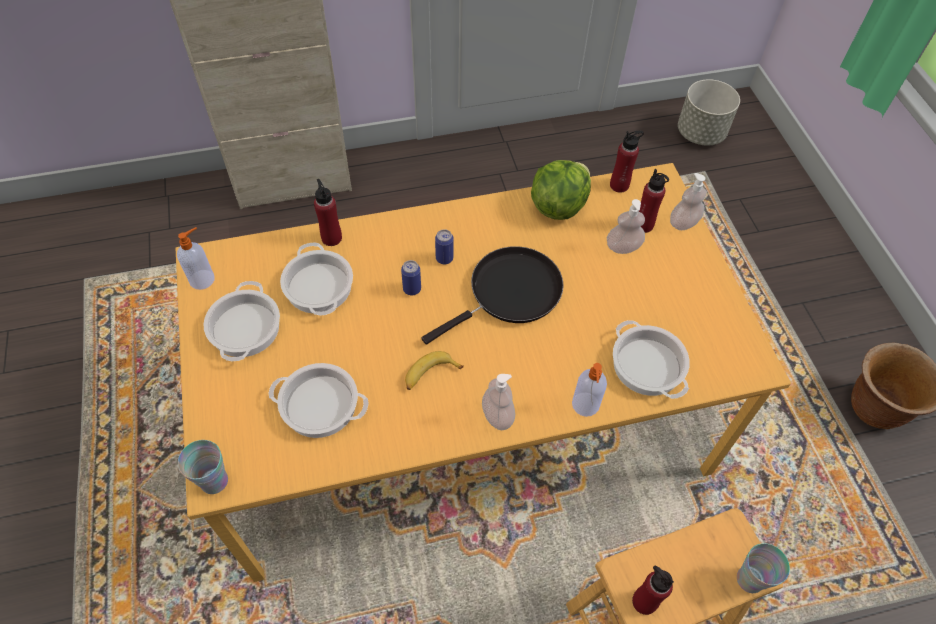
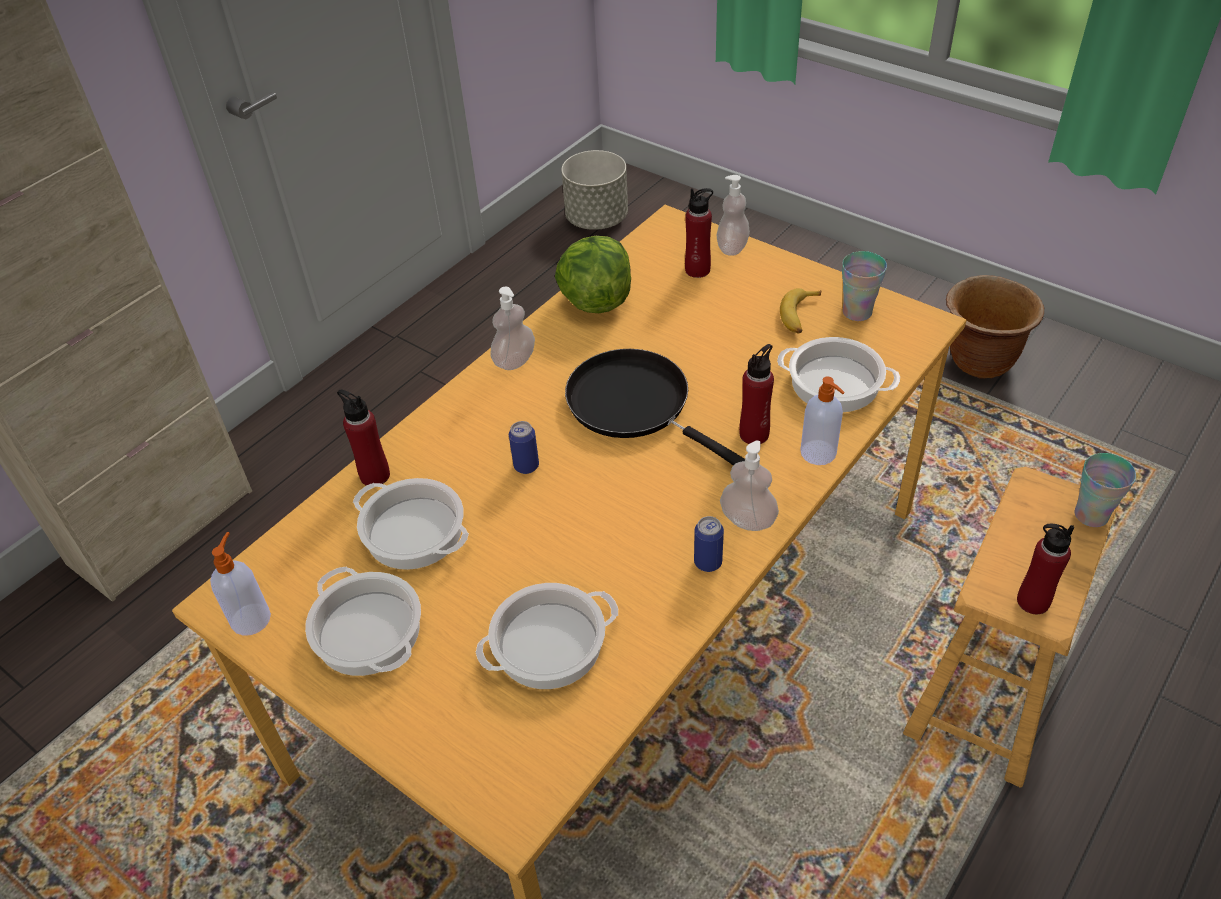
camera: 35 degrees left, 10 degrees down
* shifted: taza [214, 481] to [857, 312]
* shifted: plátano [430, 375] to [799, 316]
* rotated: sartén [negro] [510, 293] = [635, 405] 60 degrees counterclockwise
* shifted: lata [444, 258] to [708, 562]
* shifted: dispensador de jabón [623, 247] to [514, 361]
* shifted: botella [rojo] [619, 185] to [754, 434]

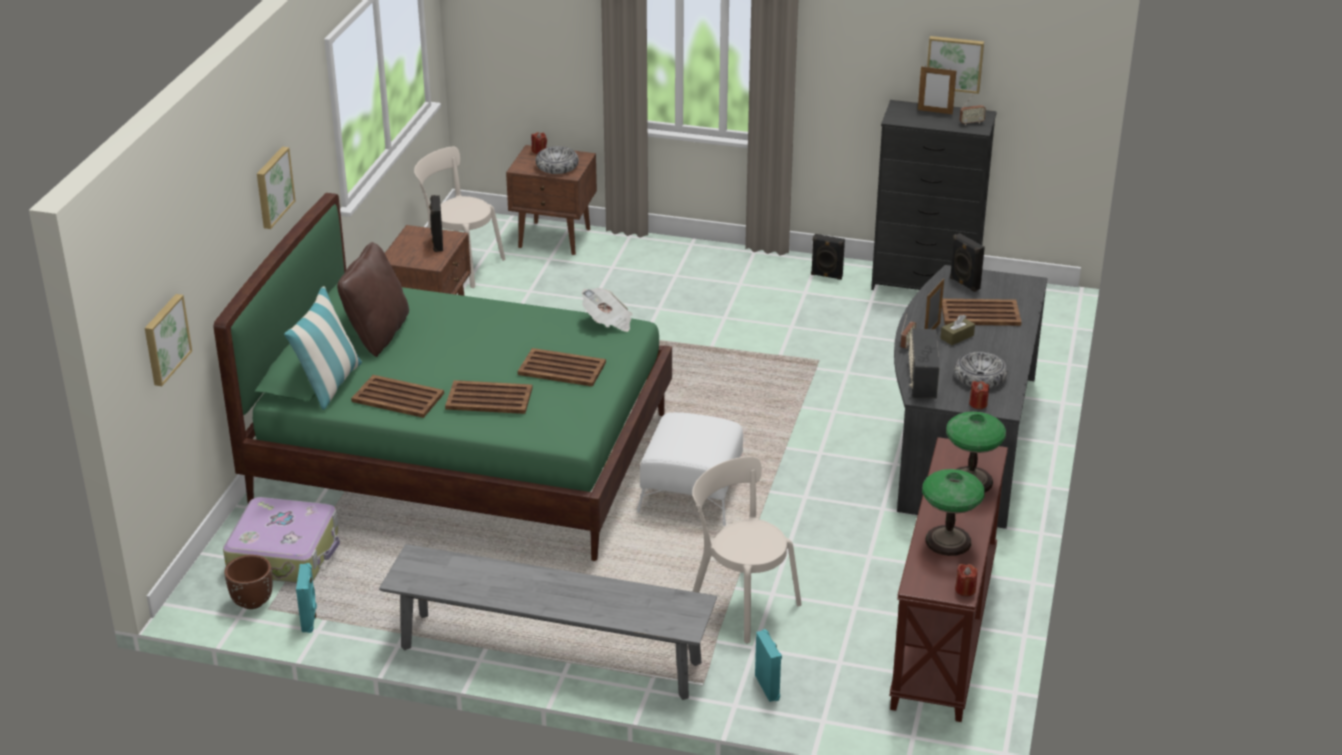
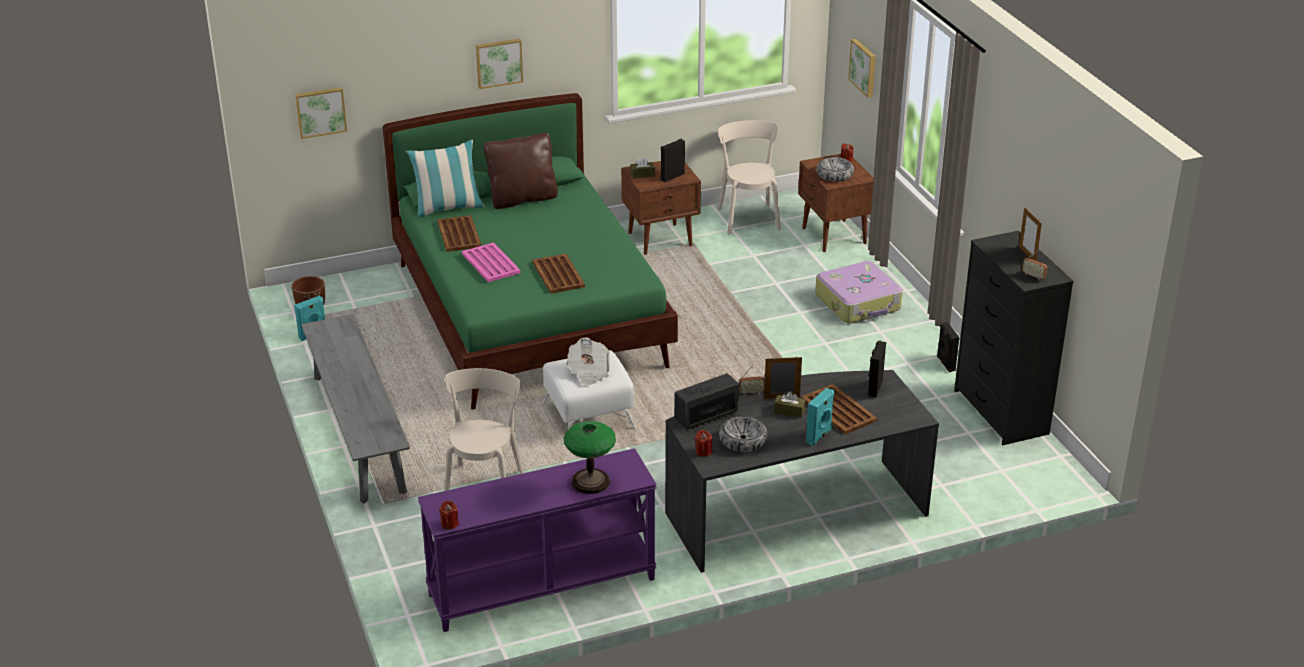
camera: 55 degrees right, 0 degrees up
* shifted: maleta [285, 553] to [858, 303]
* repainted: bandeja [marrón] [488, 398] to bandeja [rosa] [490, 263]
* shifted: periódico [608, 322] to [588, 372]
* shifted: altavoz [turquesa] [768, 687] to [819, 436]
* repainted: mesa consola [marrón] [945, 631] to mesa consola [morado] [542, 588]
* gone: lámpara de mesa [948, 541]
* shifted: cuadro [955, 63] to [864, 67]
* new: caja de pañuelos [marrón] [642, 174]

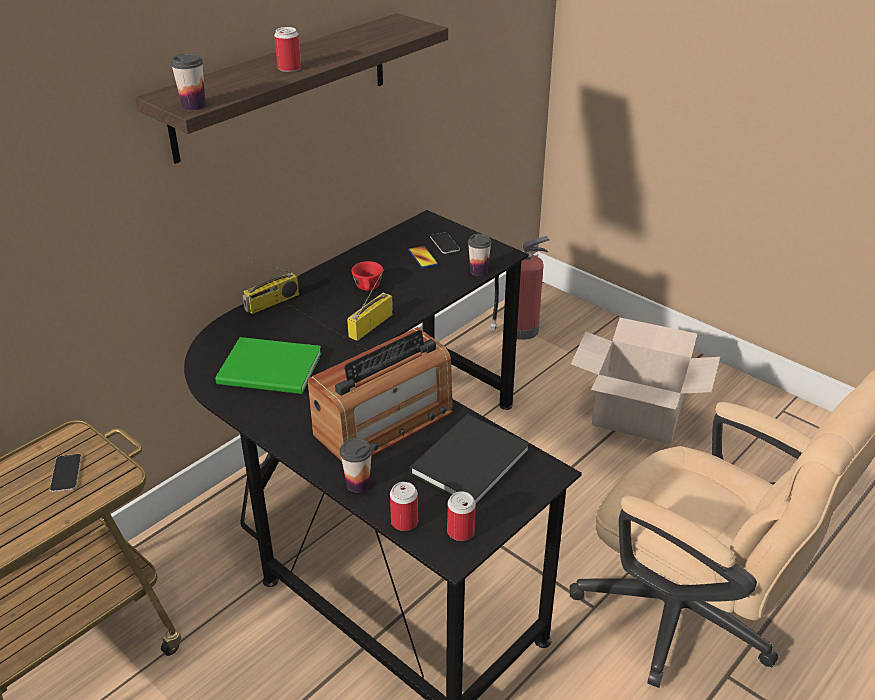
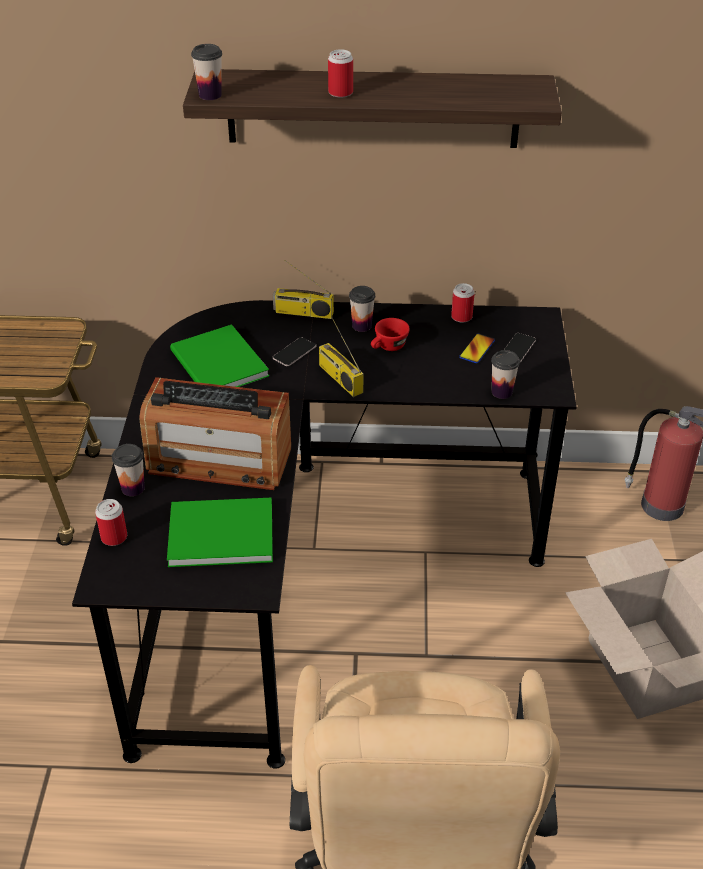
camera: 50 degrees right, 5 degrees up
* shifted: móvil [66, 473] to [294, 352]
* rotated: radio [371, 324] = [339, 378] 120 degrees counterclockwise
* repainted: libro [negro] [465, 462] to libro [verde] [218, 532]
* shifted: lata [461, 532] to [461, 317]
* new: taza [362, 326]

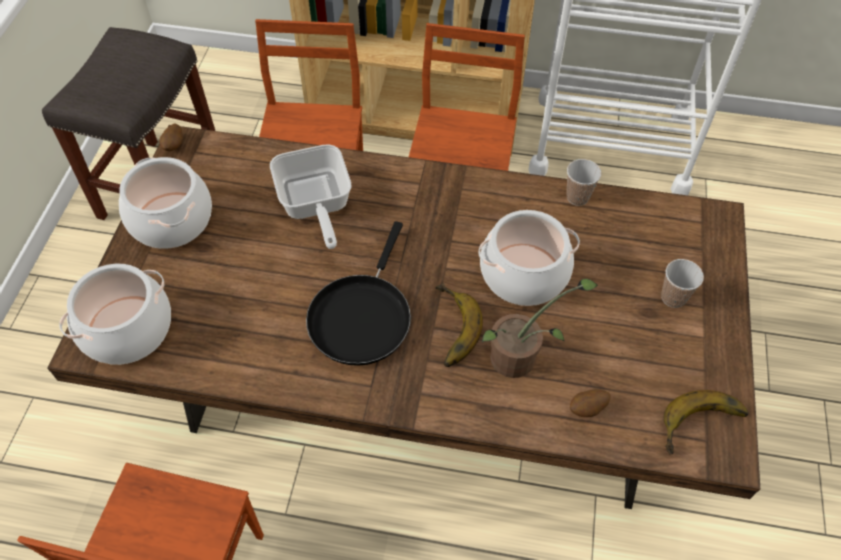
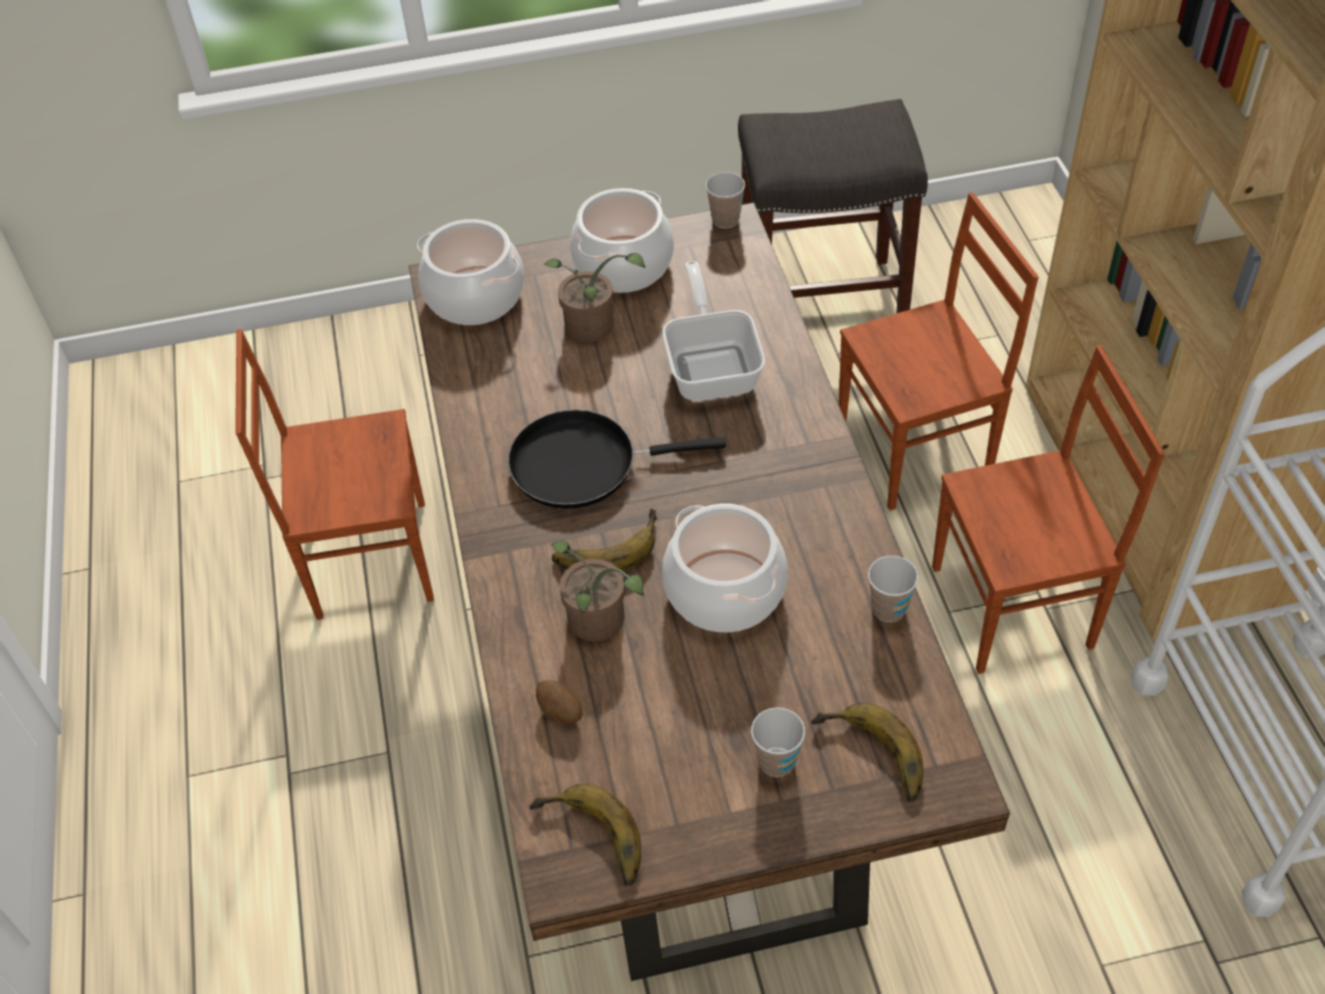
camera: 70 degrees right, 5 degrees down
* swapped: patata [174, 146] to taza [725, 220]
* rotated: sartén [315, 206] = [712, 365] 120 degrees clockwise
* new: planta en maceta [594, 329]
* new: plátano [869, 759]

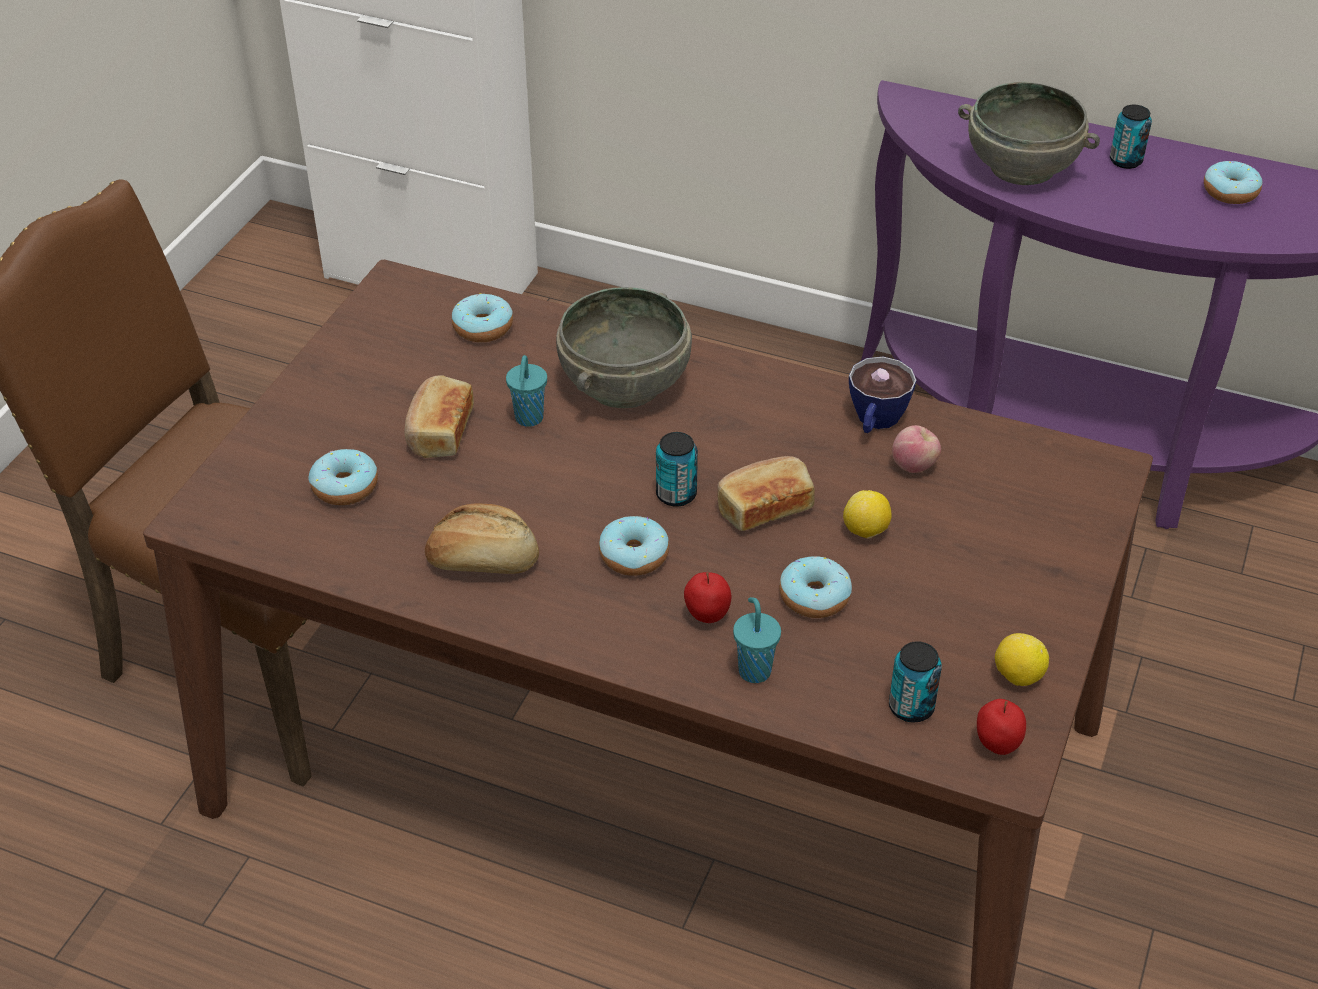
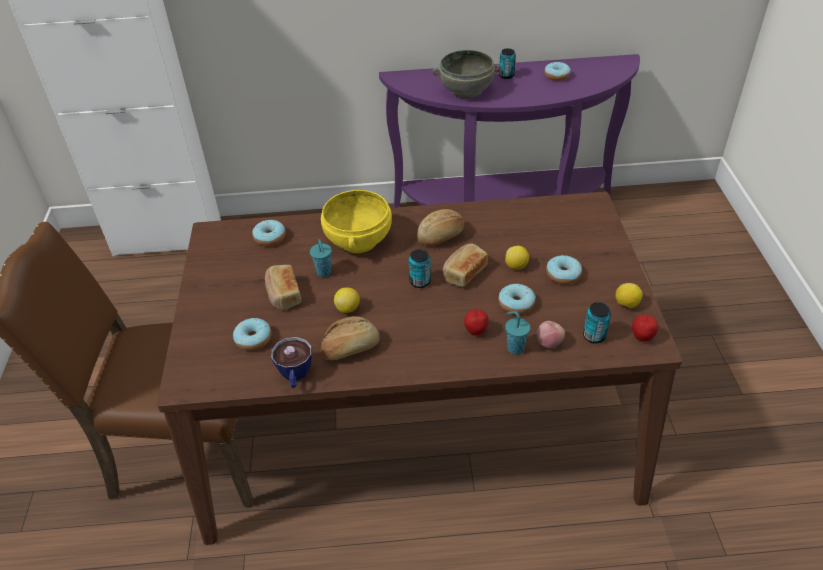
camera: 25 degrees left, 0 degrees up
* repainted: cuenco [gris] [626, 385] to cuenco [amarillo] [359, 240]
* shifted: rosquilla [634, 555] to [563, 275]
* shifted: taza [875, 422] to [295, 376]
* shifted: manzana [914, 466] to [549, 343]
* new: limón [348, 308]
* new: pan [441, 236]

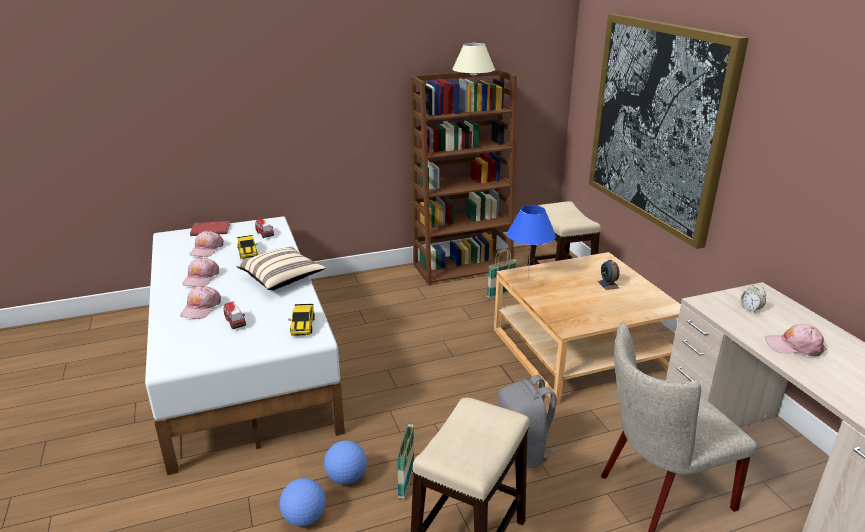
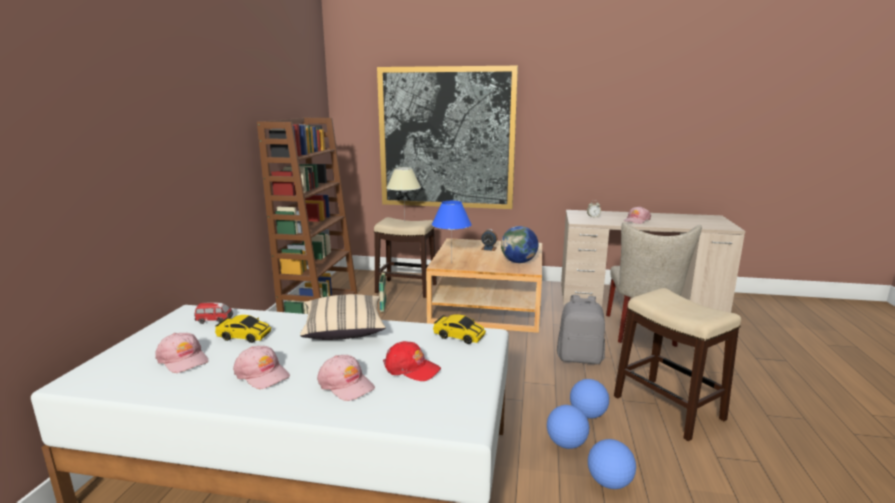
camera: 60 degrees left, 10 degrees down
* gone: libro [rojo] [210, 229]
* swapped: coche de juguete [236, 323] to gorra [rojo] [411, 368]
* swapped: cesta [406, 481] to balón de fútbol [587, 414]
* shifted: lámpara de mesa [beis] [472, 113] to [404, 222]
* new: globo terráqueo [518, 262]

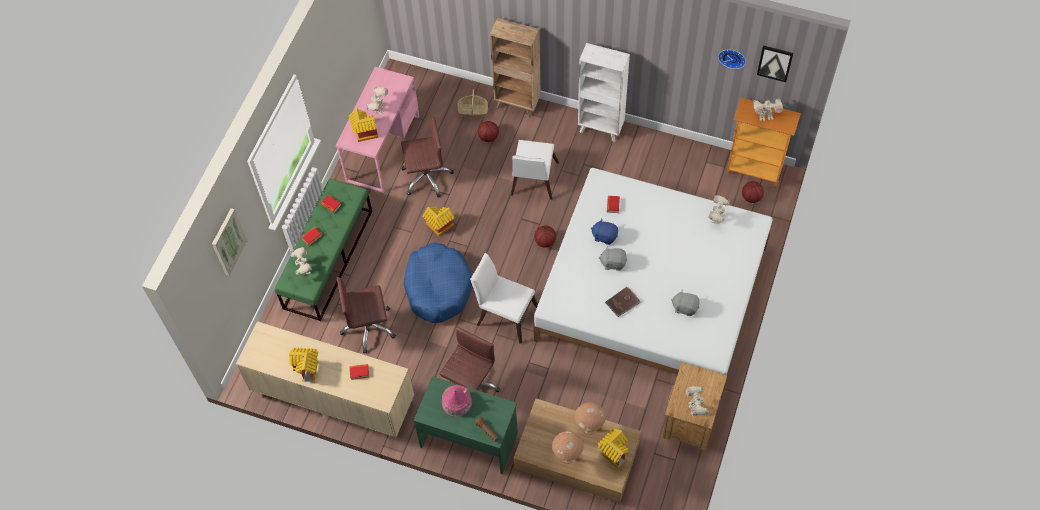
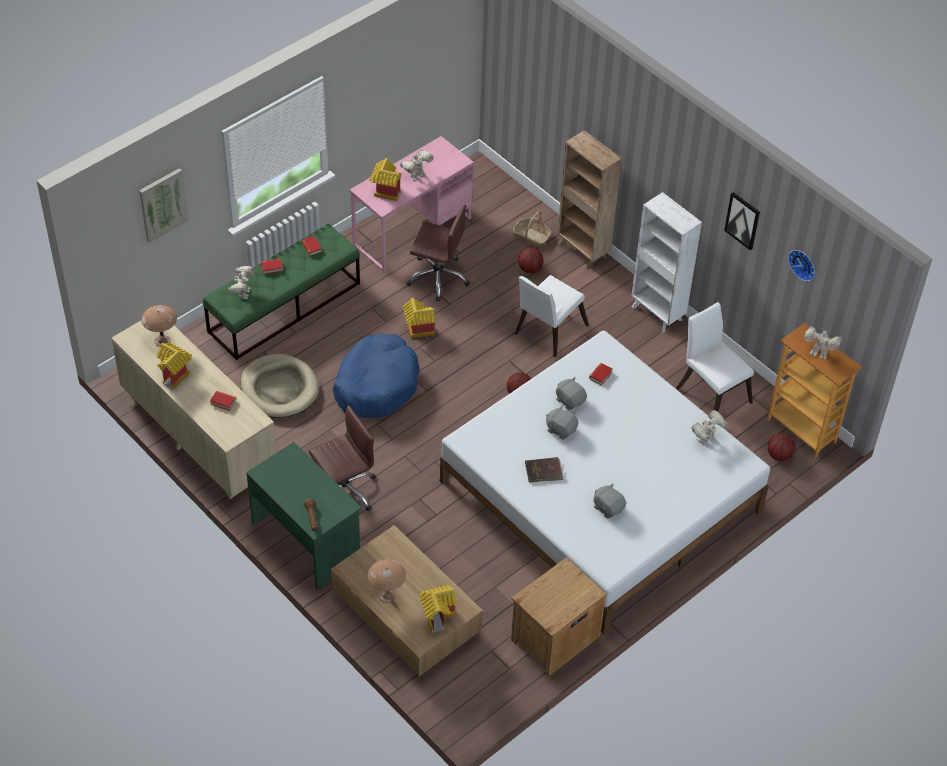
camera: 25 degrees right, 10 degrees down
* swapped: silla de oficina [marrón] [368, 328] to cama para perro [beis] [279, 388]
* gone: casita [456, 402]
* shifted: silla [blanco] [504, 314] to [711, 391]
* shifted: lámpara de mesa [marrón] [589, 428] to [163, 341]
* repainted: peluche [azul] [604, 236] to peluche [gris] [570, 400]
* gone: robot de juguete [695, 408]
* shifted: cuadro [775, 63] to [743, 220]

